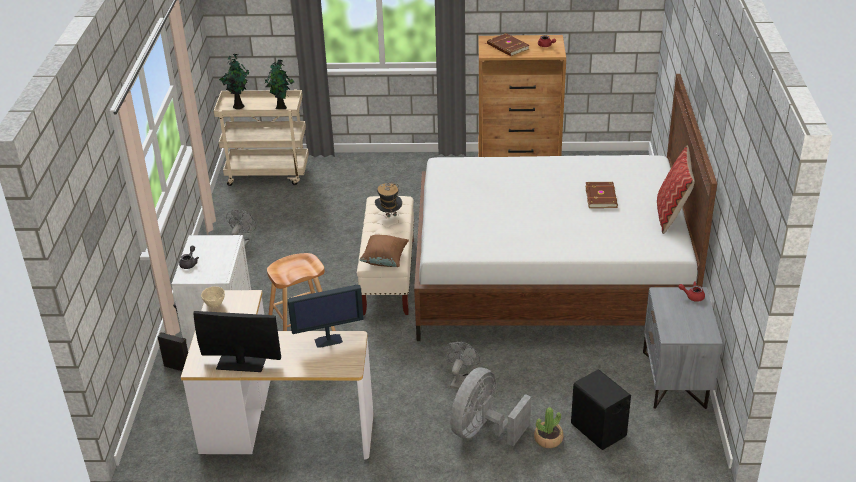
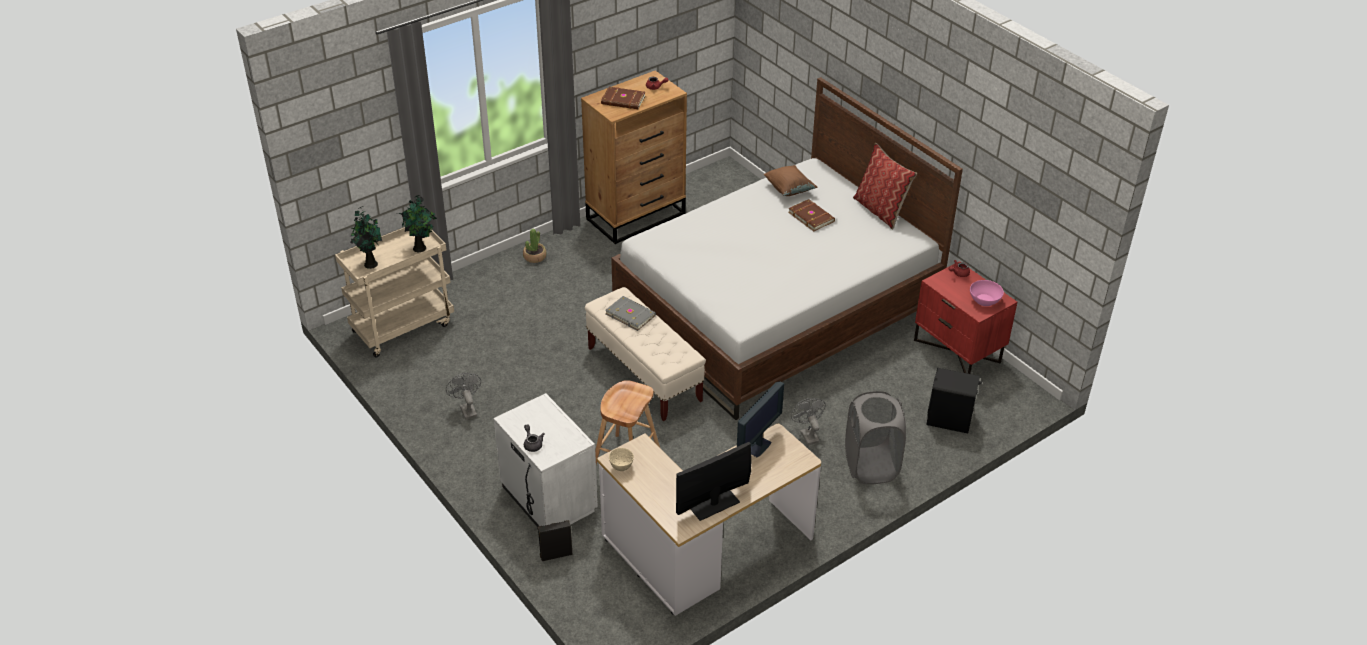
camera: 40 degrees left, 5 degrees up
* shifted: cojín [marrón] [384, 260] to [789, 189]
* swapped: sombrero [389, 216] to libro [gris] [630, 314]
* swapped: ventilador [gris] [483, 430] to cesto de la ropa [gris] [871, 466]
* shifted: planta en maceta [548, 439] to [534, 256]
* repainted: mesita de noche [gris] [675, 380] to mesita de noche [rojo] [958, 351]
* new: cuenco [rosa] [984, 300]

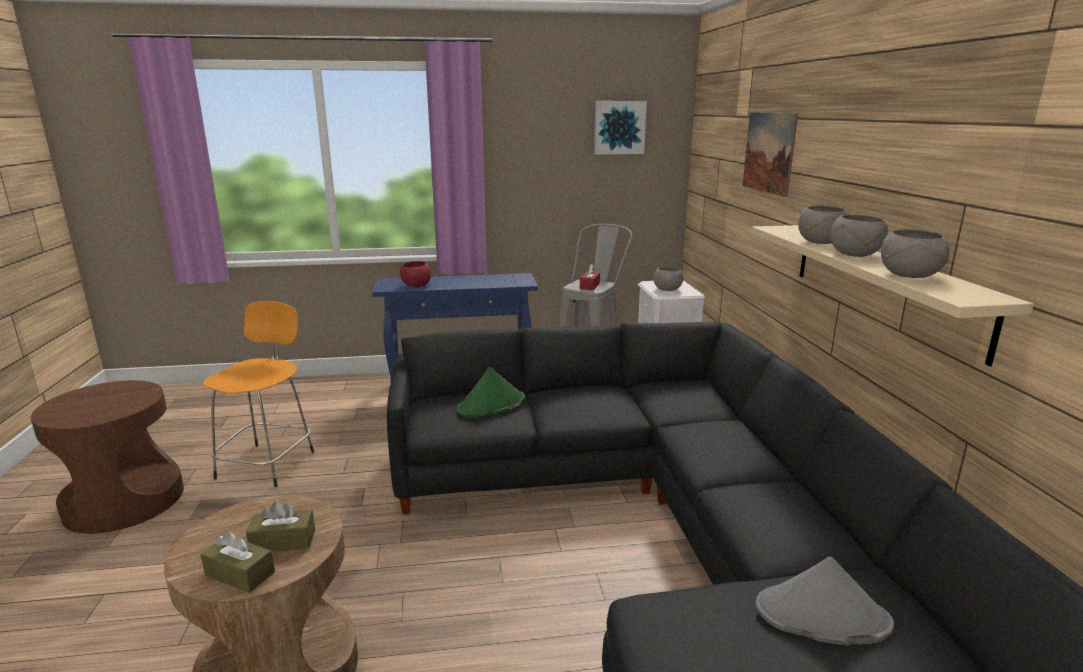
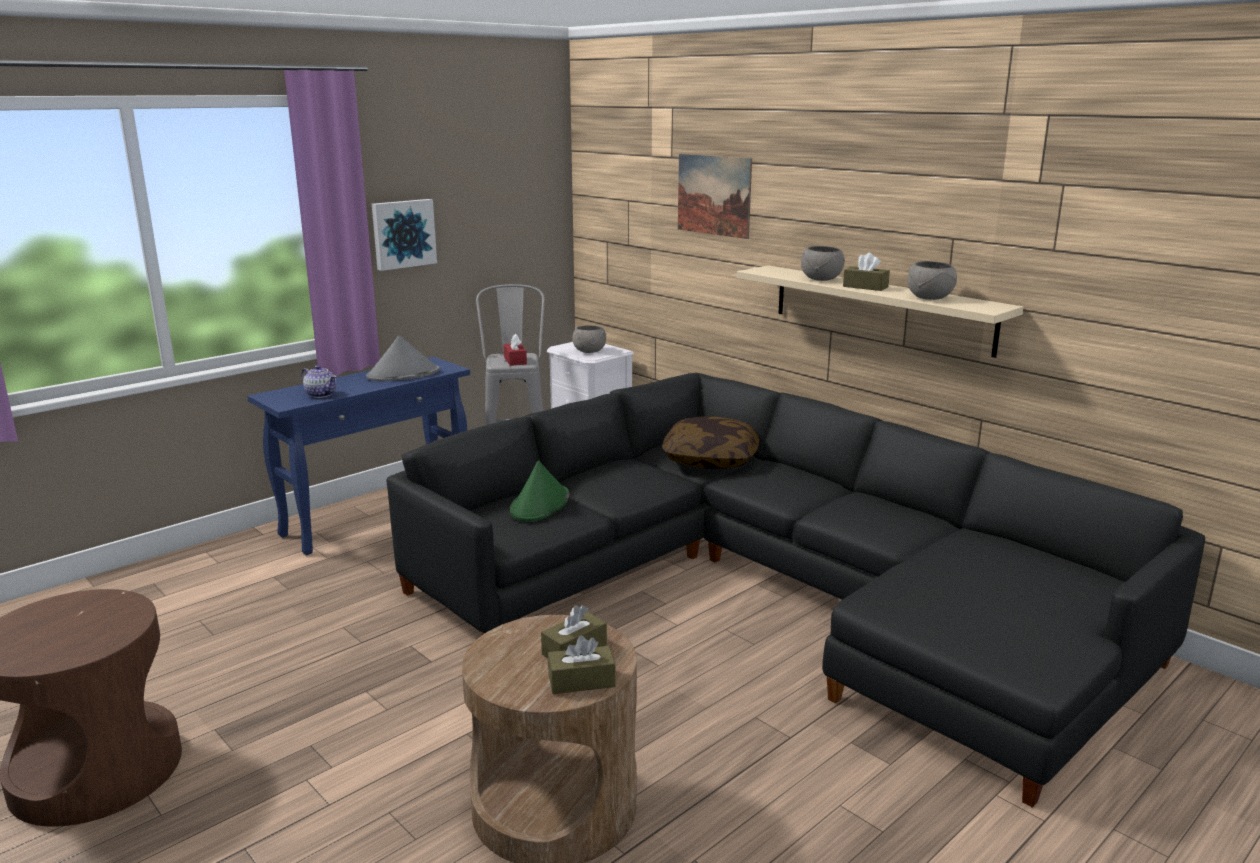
camera: 35 degrees left, 0 degrees up
* gone: taburete [naranja] [268, 463]
* swapped: cuenco [rojo] [416, 285] to tetera [321, 394]
* shifted: cuadro [619, 127] to [403, 233]
* shifted: sombrero [gris] [821, 616] to [403, 374]
* swapped: cuenco [gris] [854, 255] to caja de pañuelos [marrón] [865, 287]
* new: cojín [710, 459]

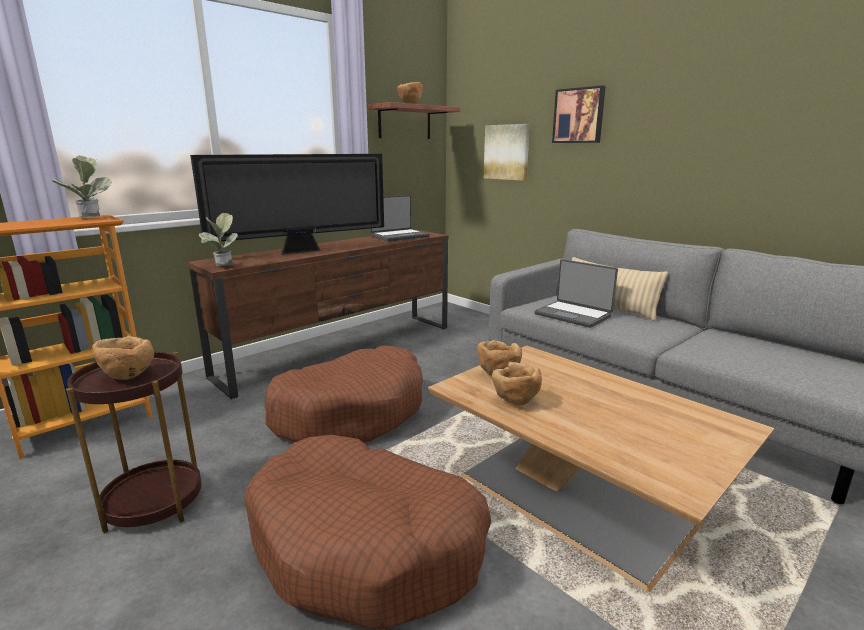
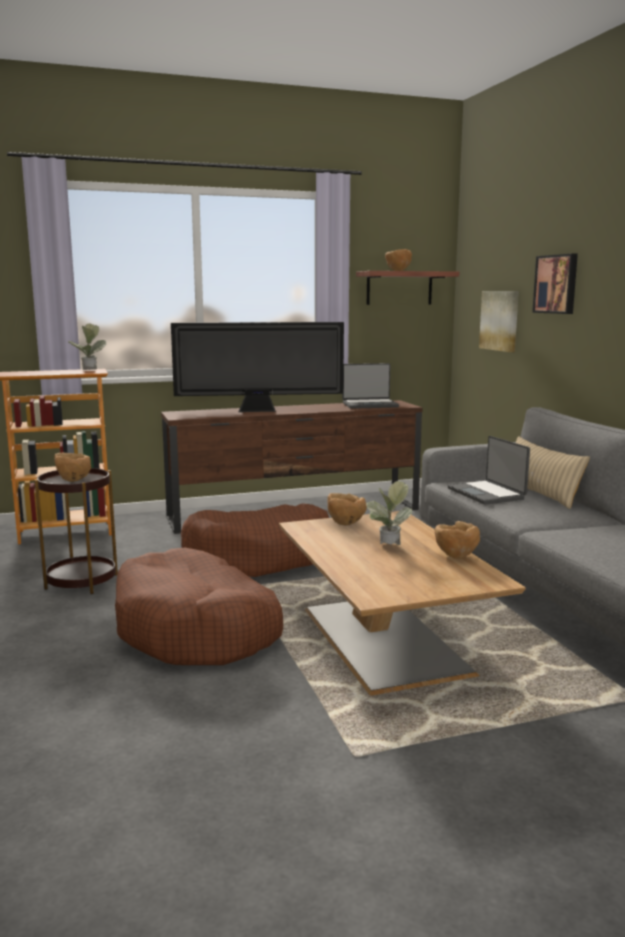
camera: 25 degrees right, 5 degrees down
* shifted: planta en maceta [222, 268] to [387, 548]
* shifted: cuenco [marrón] [515, 402] to [455, 556]

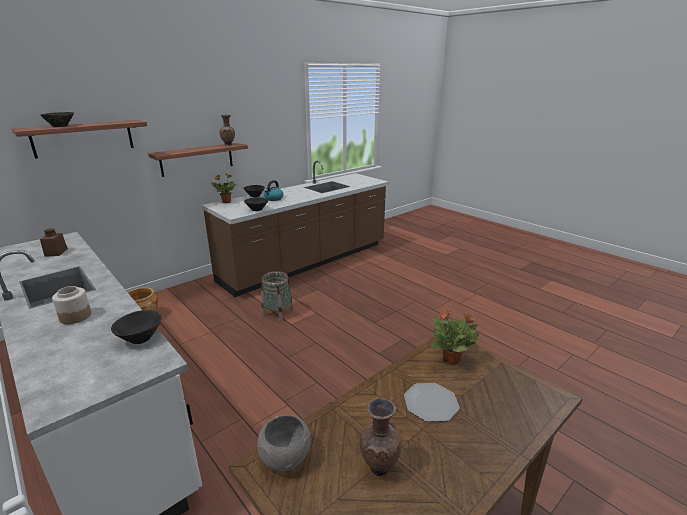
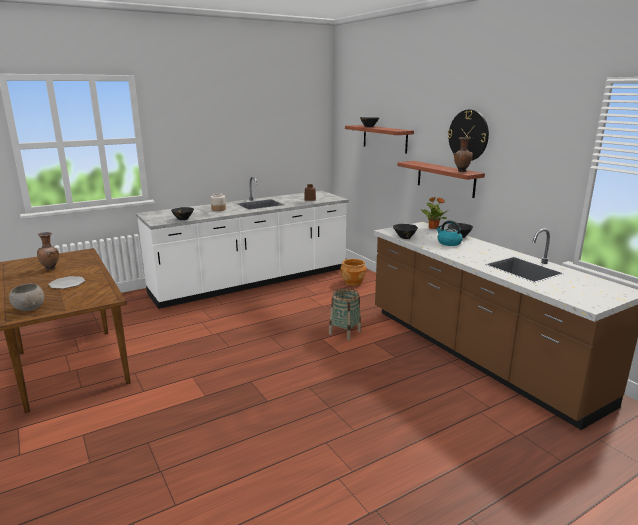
camera: 100 degrees right, 5 degrees down
* shifted: cuenco [gris] [284, 458] to [29, 308]
* gone: planta en maceta [452, 360]
* new: reloj de pared [468, 135]

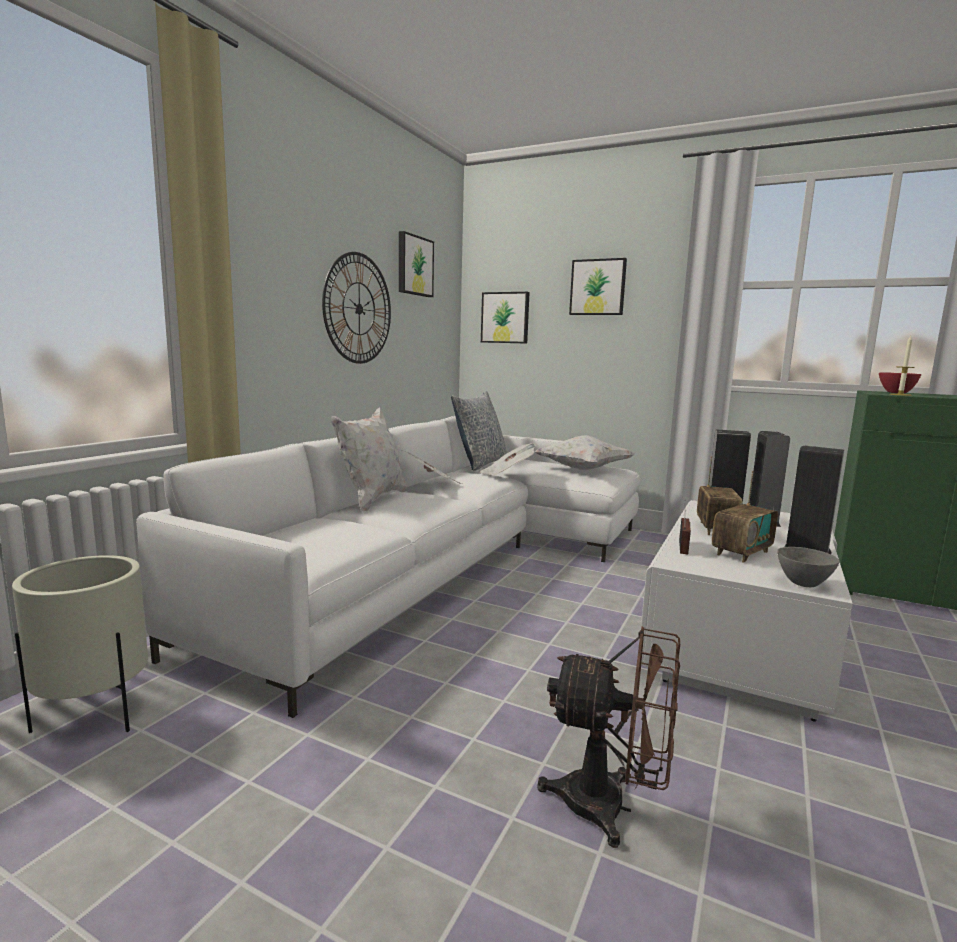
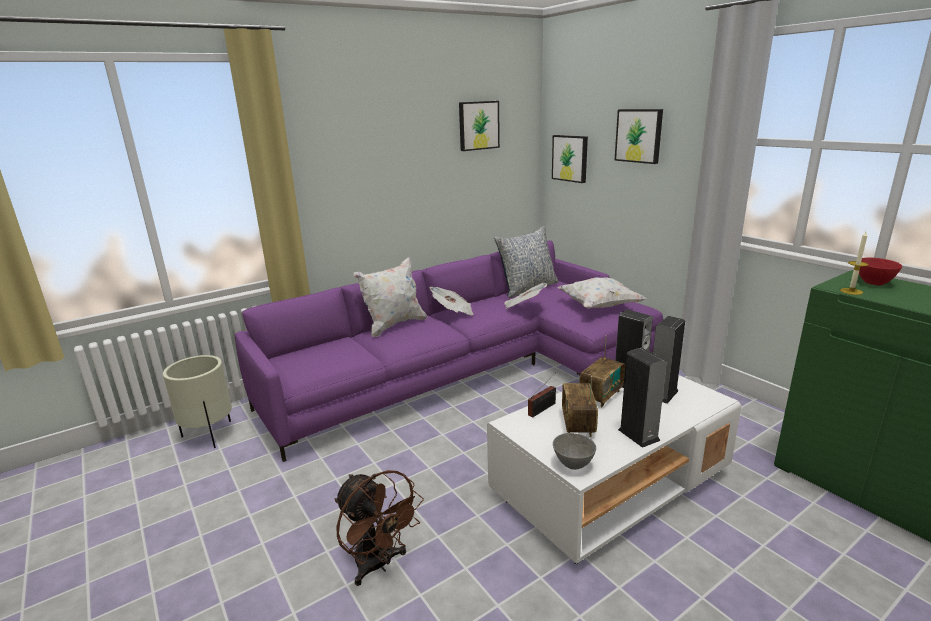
camera: 30 degrees right, 10 degrees up
* repainted: sofá [blanco] [454, 563] to sofá [morado] [471, 371]
* gone: reloj de pared [358, 309]
* rotated: radio [741, 553] = [578, 424] 105 degrees clockwise

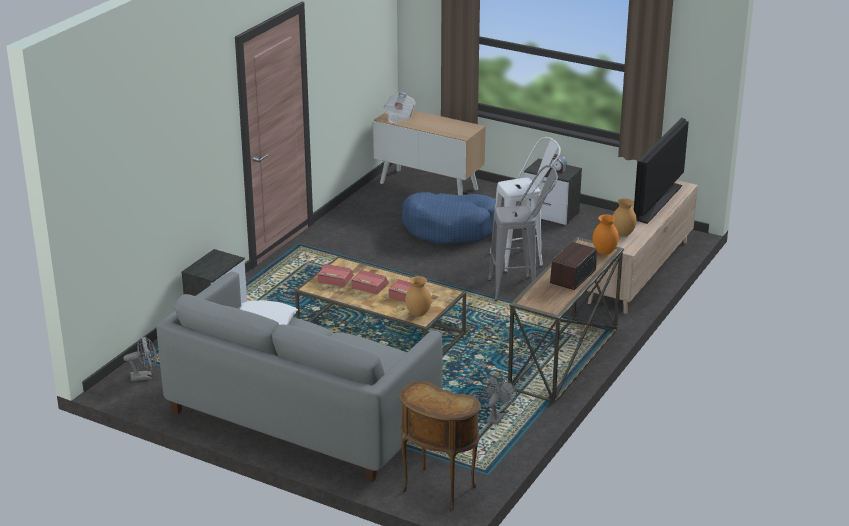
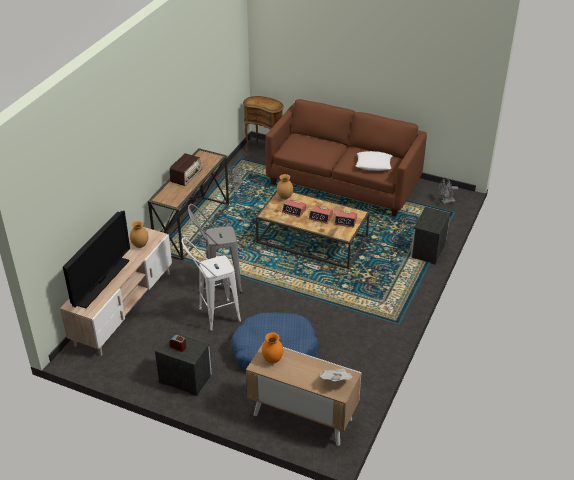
camera: 175 degrees right, 10 degrees up
* repainted: sofá [gris] [302, 416] to sofá [marrón] [344, 183]
* shifted: florero [naranja] [604, 252] to [273, 360]

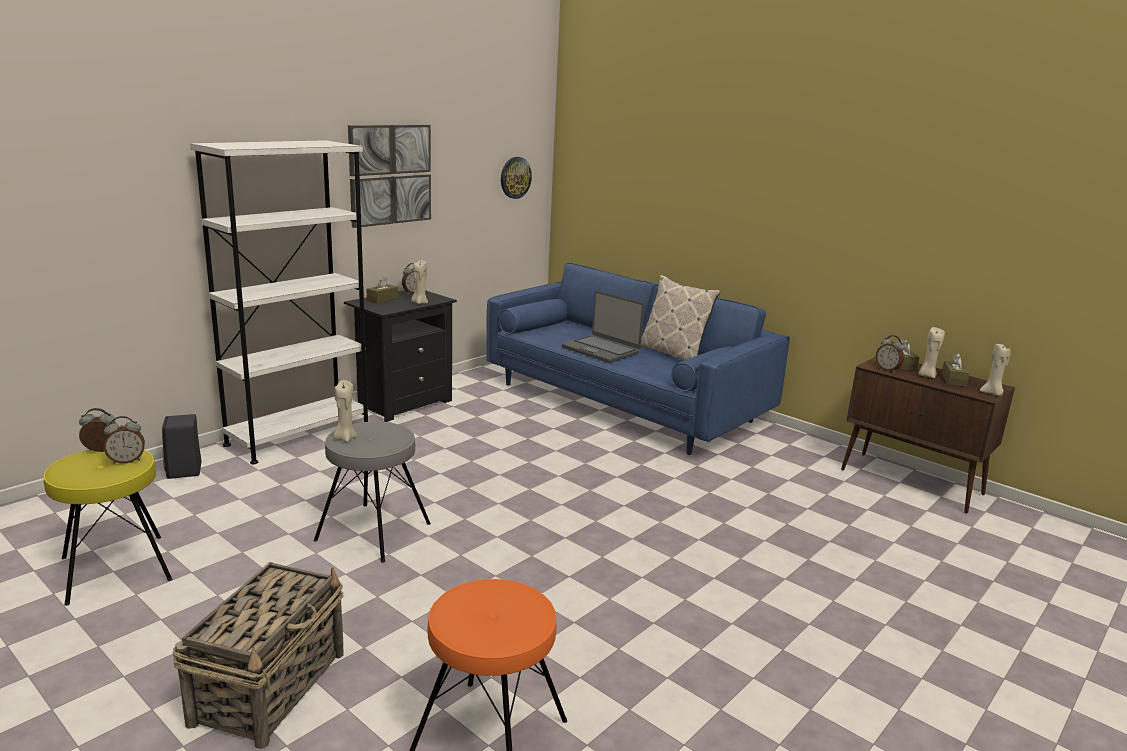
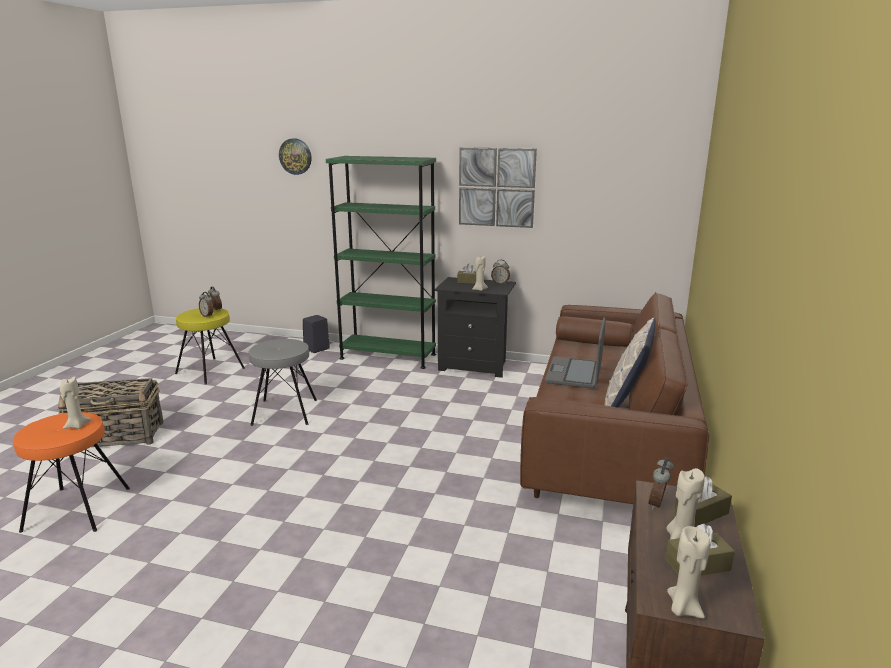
camera: 65 degrees right, 0 degrees up
* repainted: estantería [blanco] [299, 435] to estantería [verde] [388, 356]
* shifted: vela [beis] [345, 438] to [77, 425]
* repainted: sofá [azul] [624, 402] to sofá [marrón] [608, 439]
* shifted: reloj de pared [515, 177] to [295, 156]

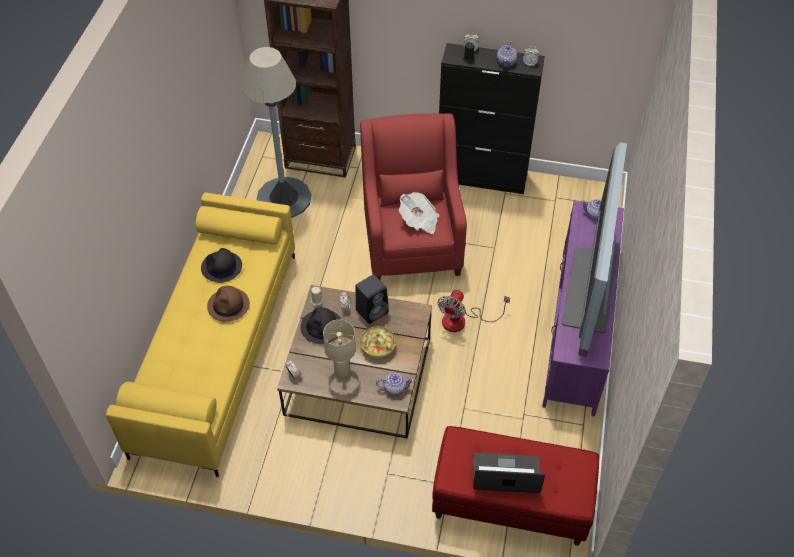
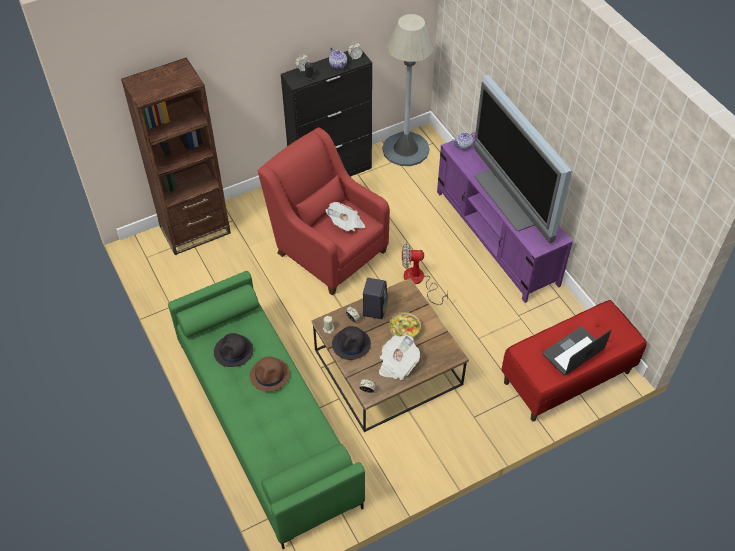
camera: 40 degrees left, 0 degrees up
* repainted: sofá [amarillo] [216, 350] to sofá [verde] [265, 422]
* shifted: lámpara de pie [gris] [284, 198] to [405, 149]
* swapped: lámpara de mesa [beis] [341, 371] to periódico [397, 364]
* gone: tetera [394, 388]
* rotated: ventilador [462, 321] = [418, 281] 105 degrees clockwise

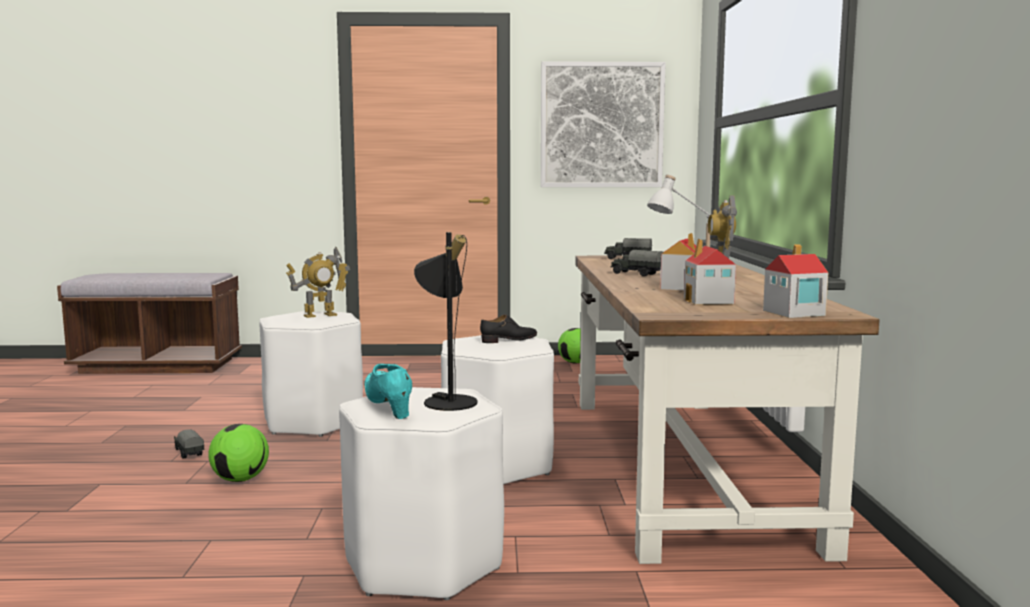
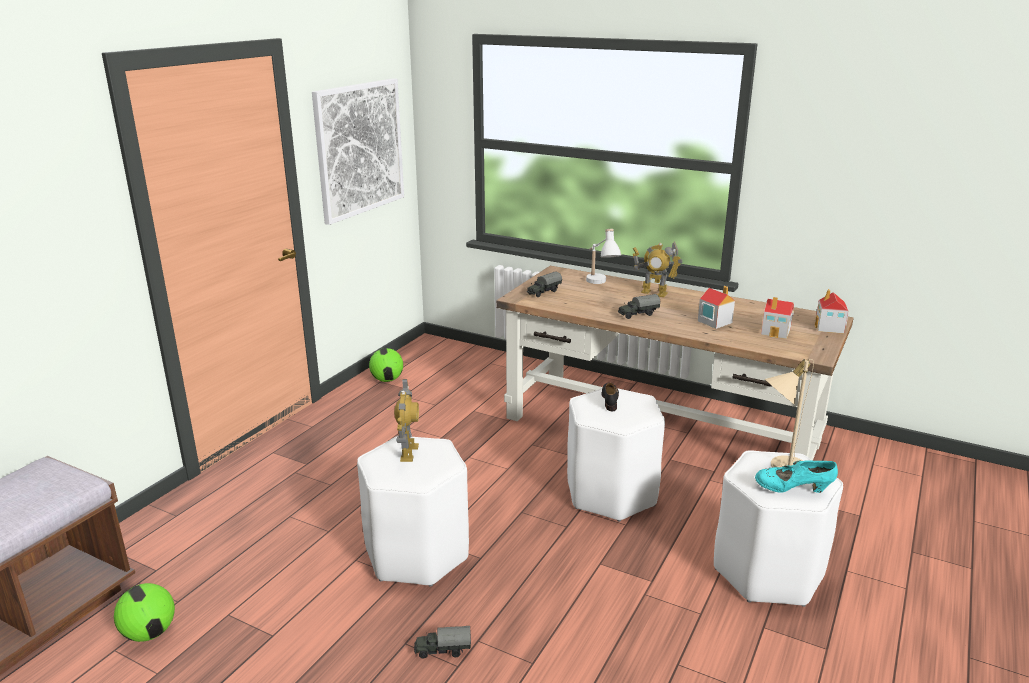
camera: 60 degrees left, 15 degrees up
* shifted: balón de fútbol [240, 479] to [149, 633]
* repainted: lámpara de mesa [negro] [447, 400] to lámpara de mesa [beis] [781, 465]

